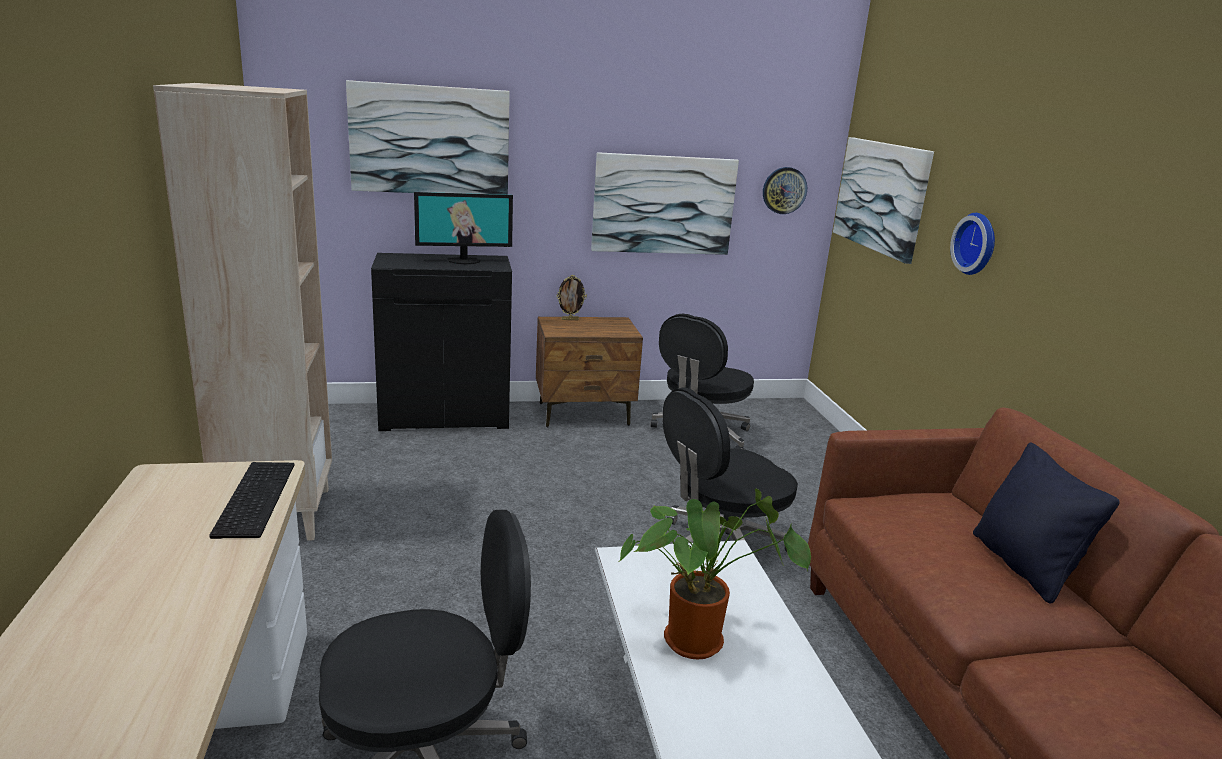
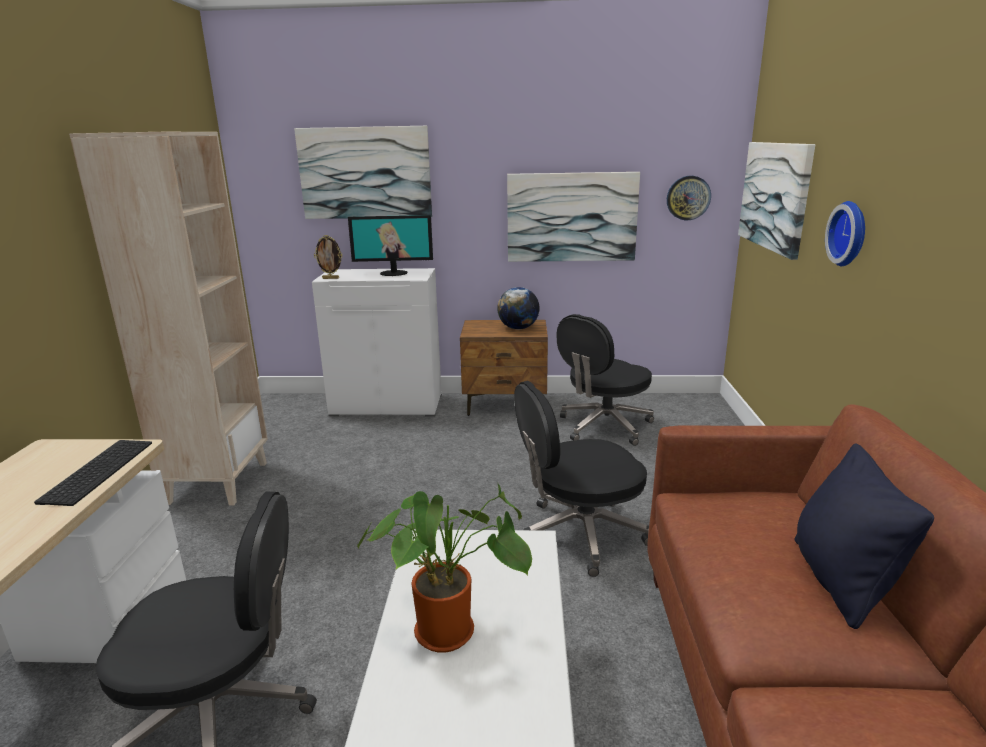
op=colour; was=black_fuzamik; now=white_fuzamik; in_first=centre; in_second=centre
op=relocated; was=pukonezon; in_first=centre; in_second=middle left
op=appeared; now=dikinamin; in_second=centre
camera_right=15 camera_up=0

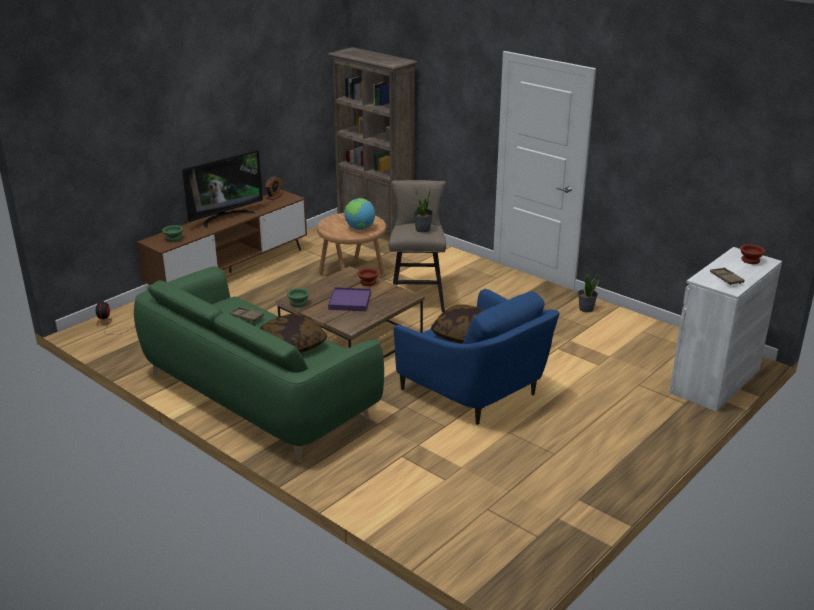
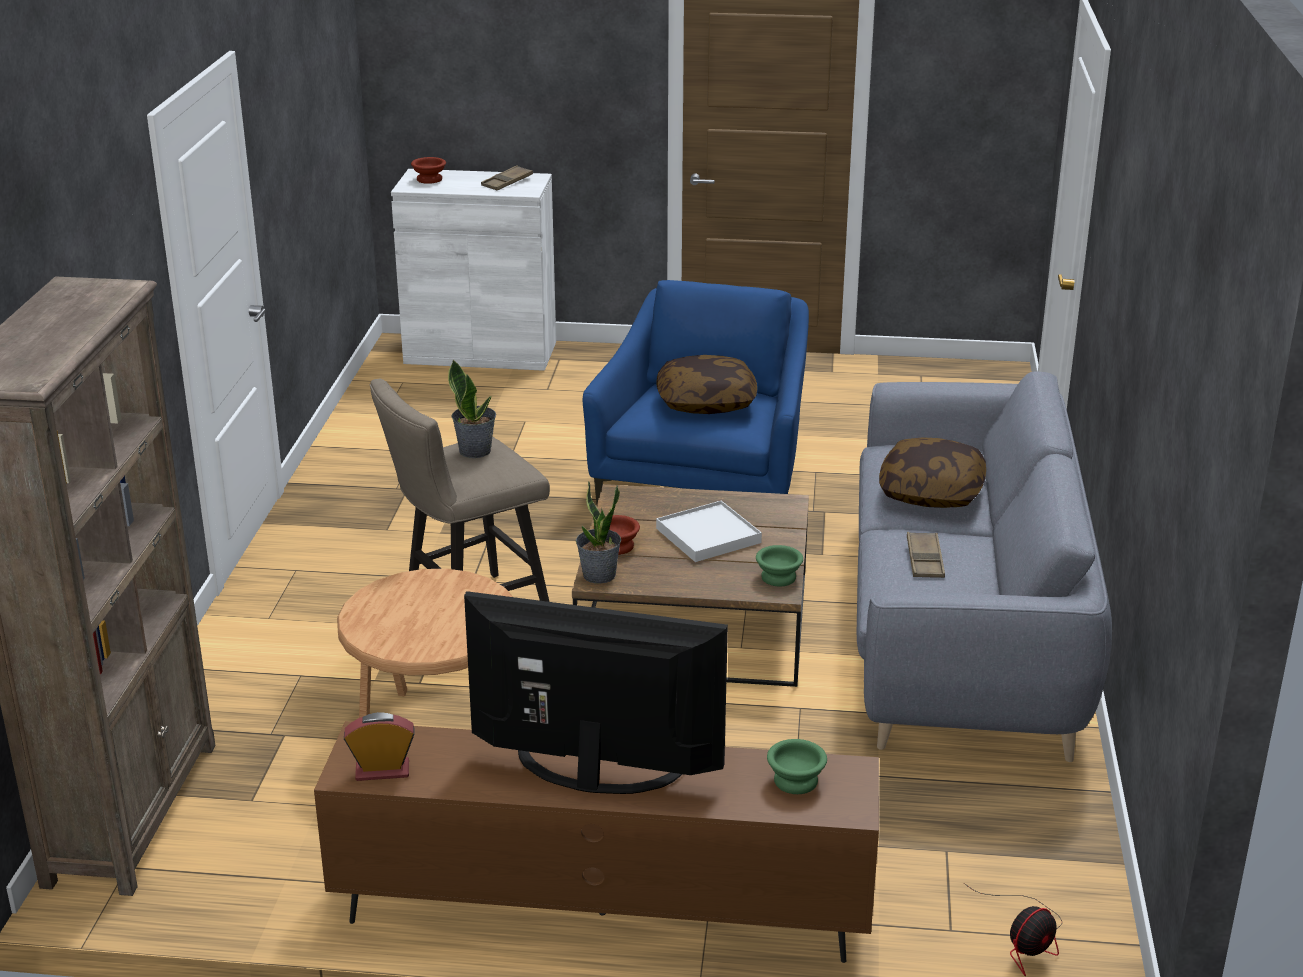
op=relocated; was=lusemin (no. 2 from left); in_first=middle right; in_second=centre
op=colour; was=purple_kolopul; now=white_kolopul; in_first=centre; in_second=centre
op=colour; was=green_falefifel; now=grey_falefifel; in_first=middle left; in_second=middle right
op=missing; was=dikinamin; in_first=centre
camera_right=-125 camera_up=0

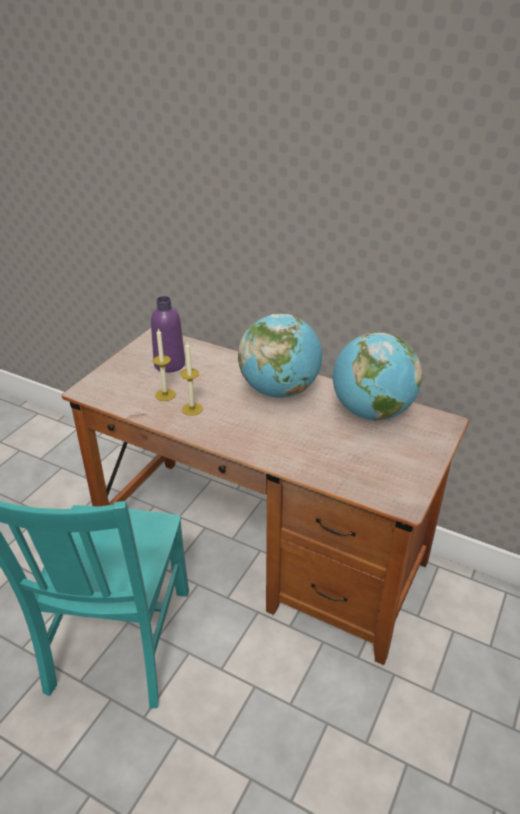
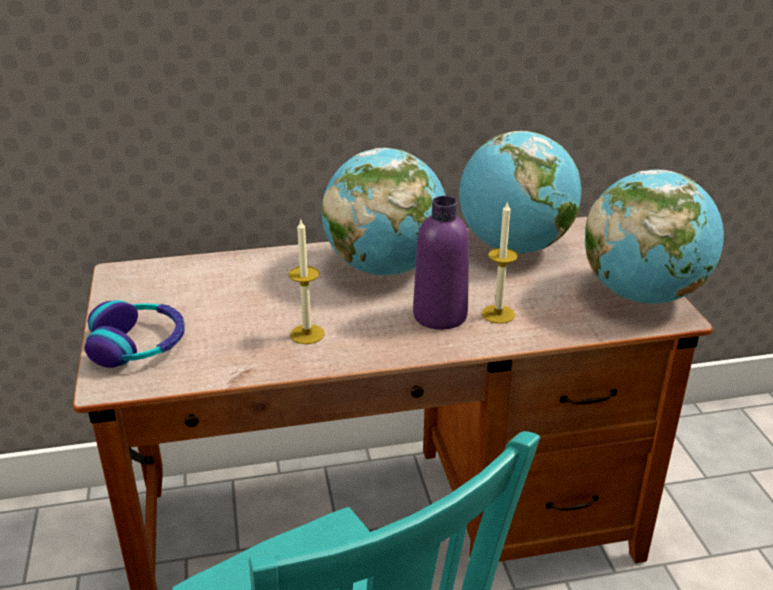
op=appeared; now=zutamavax; in_second=middle left
op=relocated; was=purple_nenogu; in_first=middle left; in_second=centre
op=relocated; was=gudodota (no. 1 from left in the first image); now=gudodota (no. 2 from left); in_first=middle left; in_second=centre
op=appeared; now=dikinamin (no. 3 from left); in_second=middle right
camera_right=-40 camera_up=-5

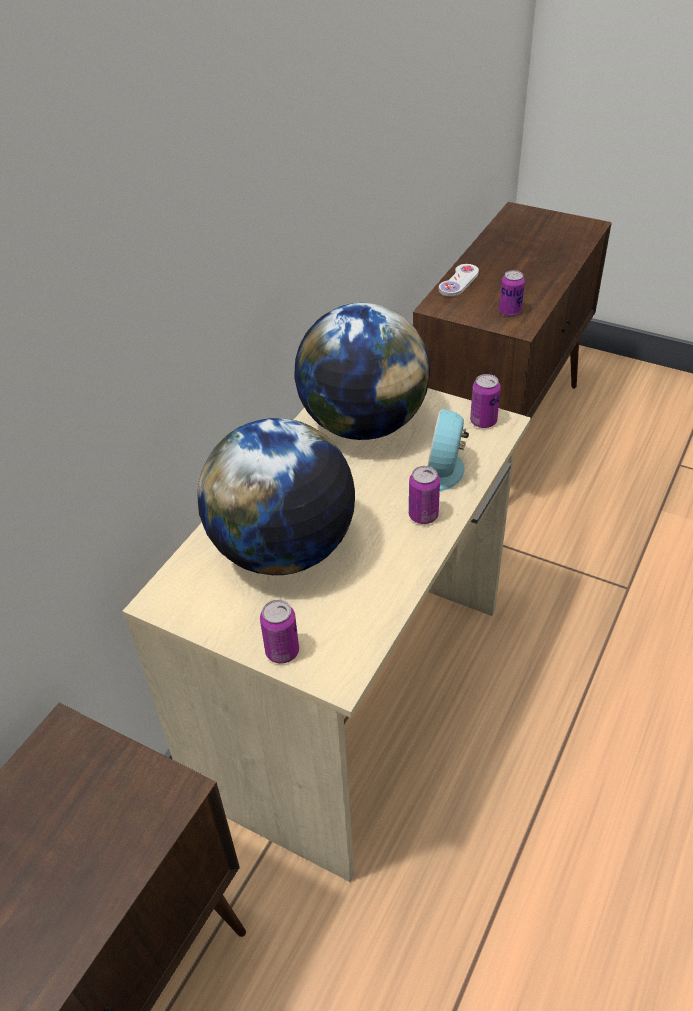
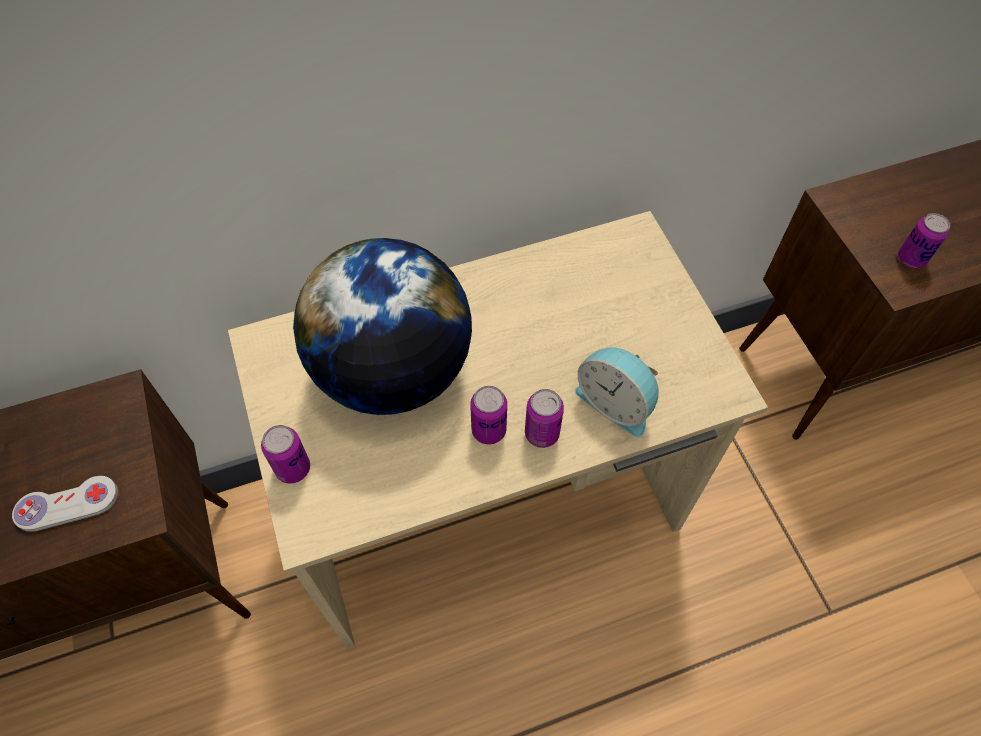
op=relocated; was=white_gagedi; in_first=top centre; in_second=bottom left
op=relocated; was=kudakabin (no. 3 from left in the first image); now=kudakabin (no. 2 from left); in_first=middle right; in_second=centre
op=spun; was=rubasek; in_first=centre; in_second=centre; clockwise=-105
op=missing; was=dikinamin (no. 2 from left); in_first=centre
camera_right=40 camera_up=15

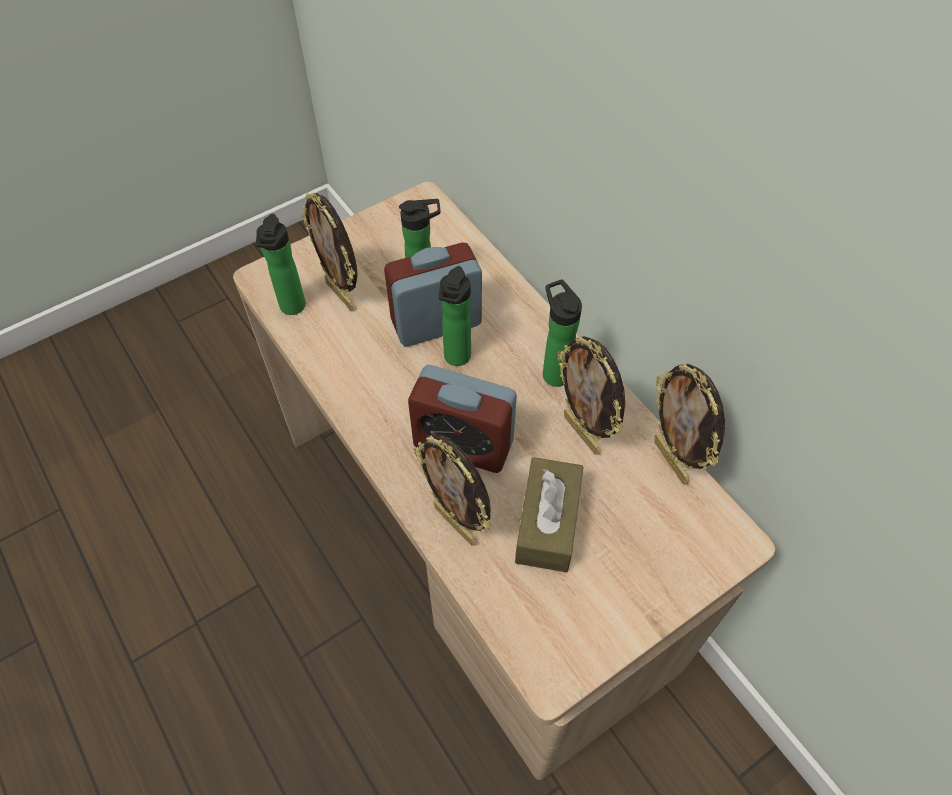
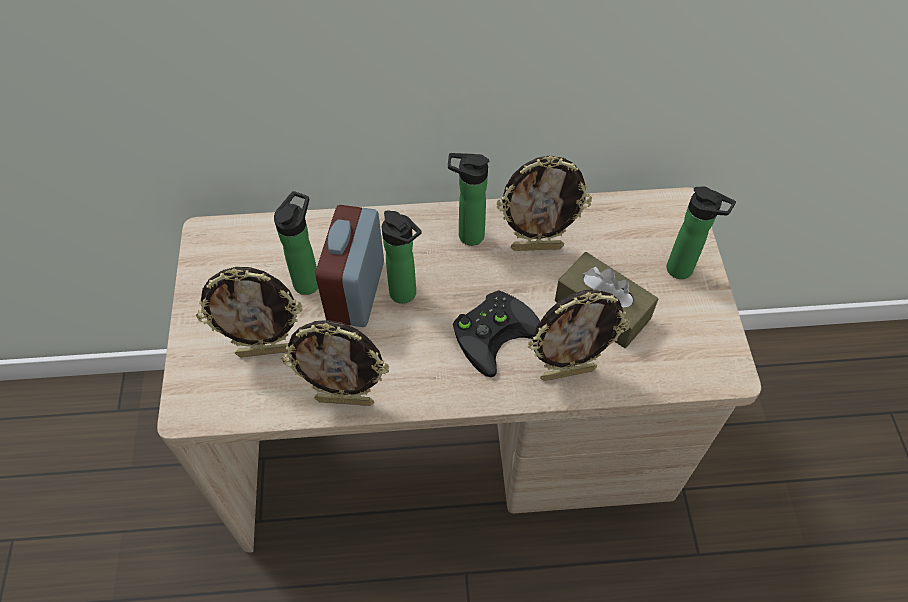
op=relocated; was=pukonezon (no. 4 from left in the first image); now=pukonezon (no. 2 from left); in_first=middle right; in_second=centre
op=exchanged; was=rubasek (no. 2 from left); now=black_gagedi; in_first=centre; in_second=centre
op=relocated; was=nenogu (no. 1 from left in the first image); now=nenogu (no. 4 from left); in_first=top left; in_second=middle right
camera_right=-60 camera_up=0

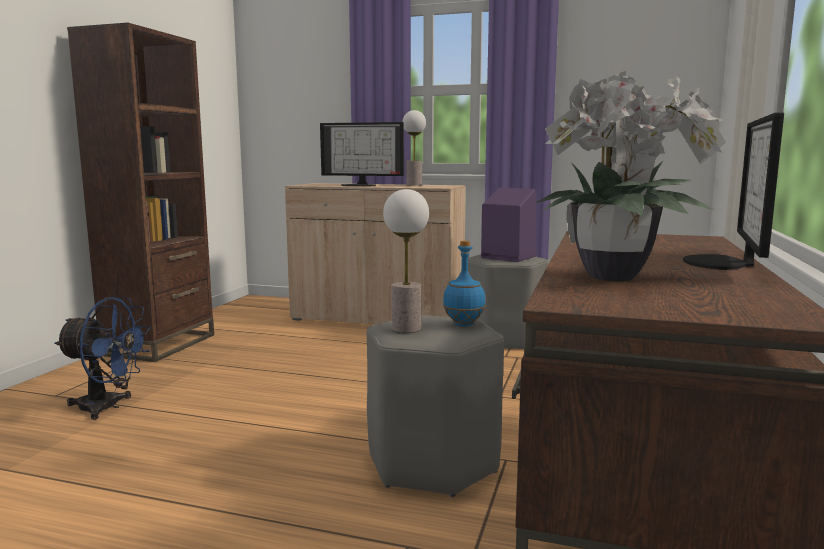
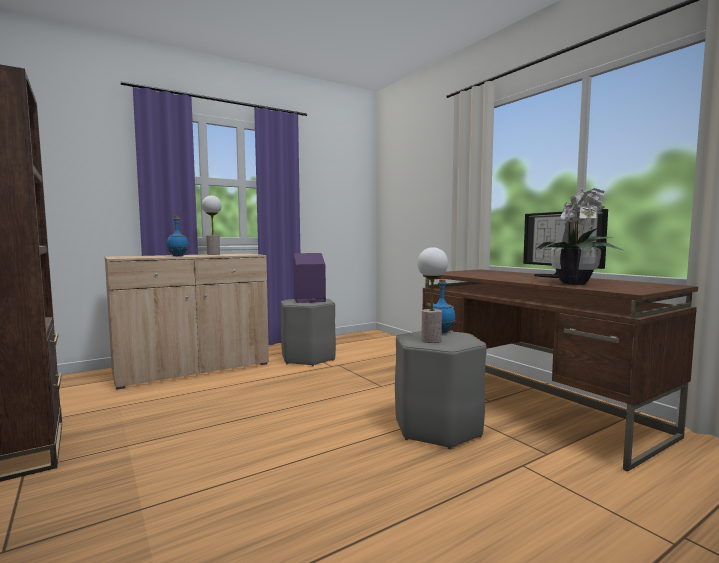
op=exchanged; was=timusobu (no. 1 from left); now=blue_nenogu (no. 1 from left); in_first=top centre; in_second=middle left
op=missing; was=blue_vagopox; in_first=middle left
camera_right=-50 camera_up=-5

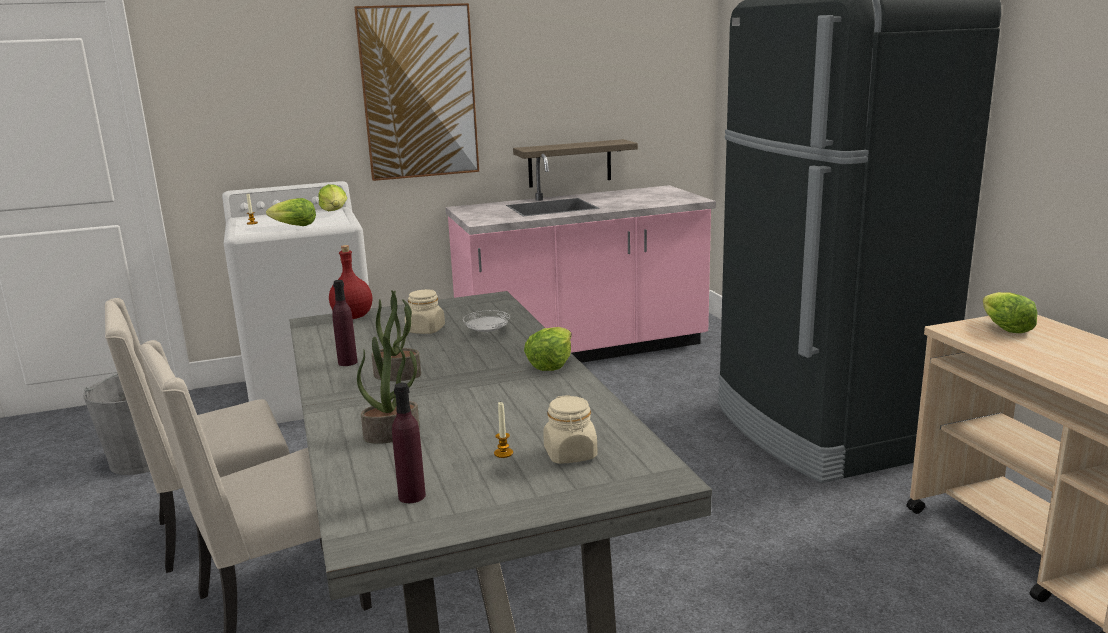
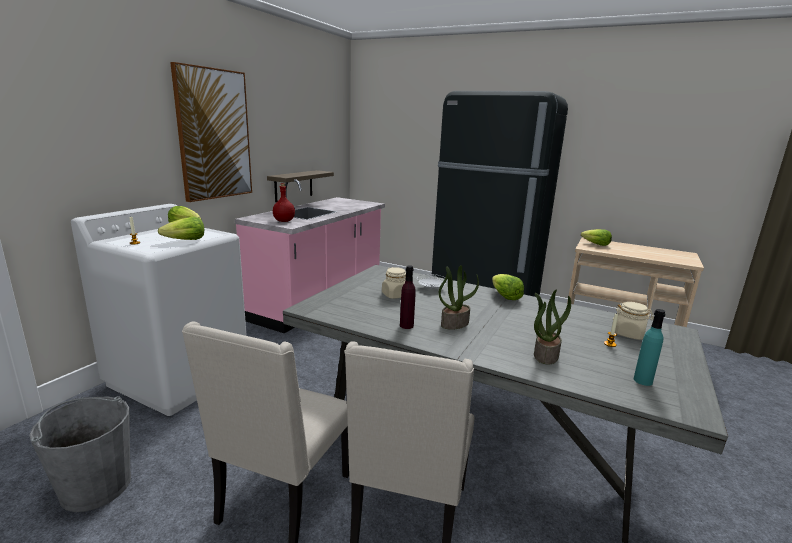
op=relocated; was=red_nenogu; in_first=middle left; in_second=centre
op=colour; was=purple_nenogu (no. 2 from left); now=turquoise_nenogu; in_first=bottom centre; in_second=middle right
camera_right=-45 camera_up=0

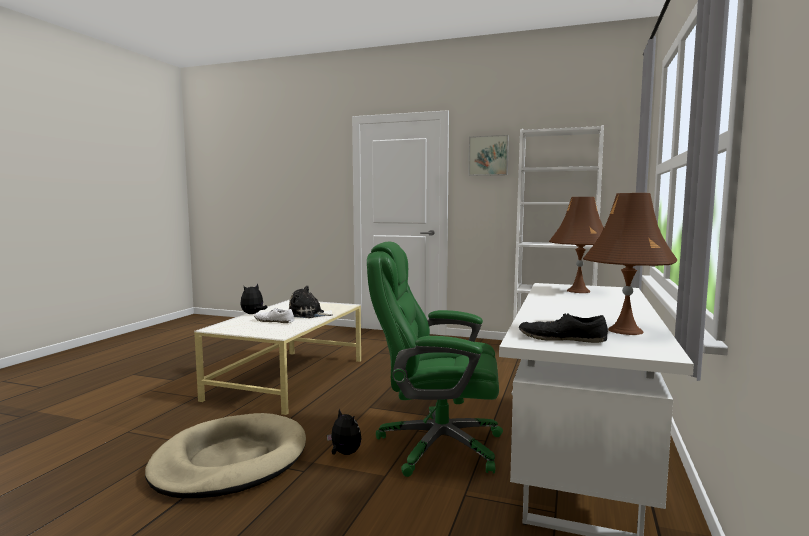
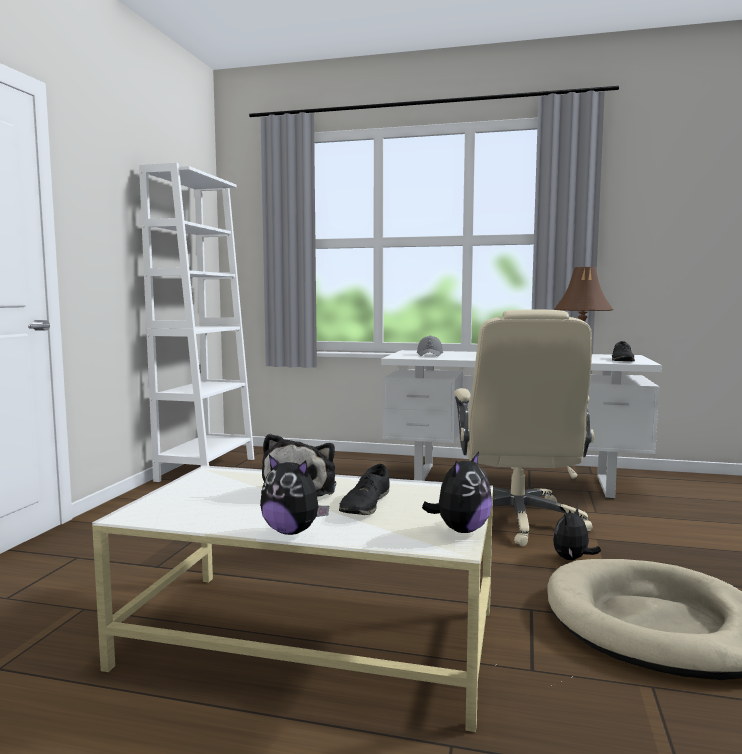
op=colour; was=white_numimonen; now=black_numimonen (no. 1 from left); in_first=centre; in_second=centre
op=exchanged; was=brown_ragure (no. 1 from left); now=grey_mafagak; in_first=middle right; in_second=centre
op=appeared; now=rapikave (no. 3 from left); in_second=centre
op=colour; was=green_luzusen; now=beige_luzusen; in_first=bottom centre; in_second=middle right
op=missing; was=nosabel; in_first=top centre
camera_right=-95 camera_up=0

